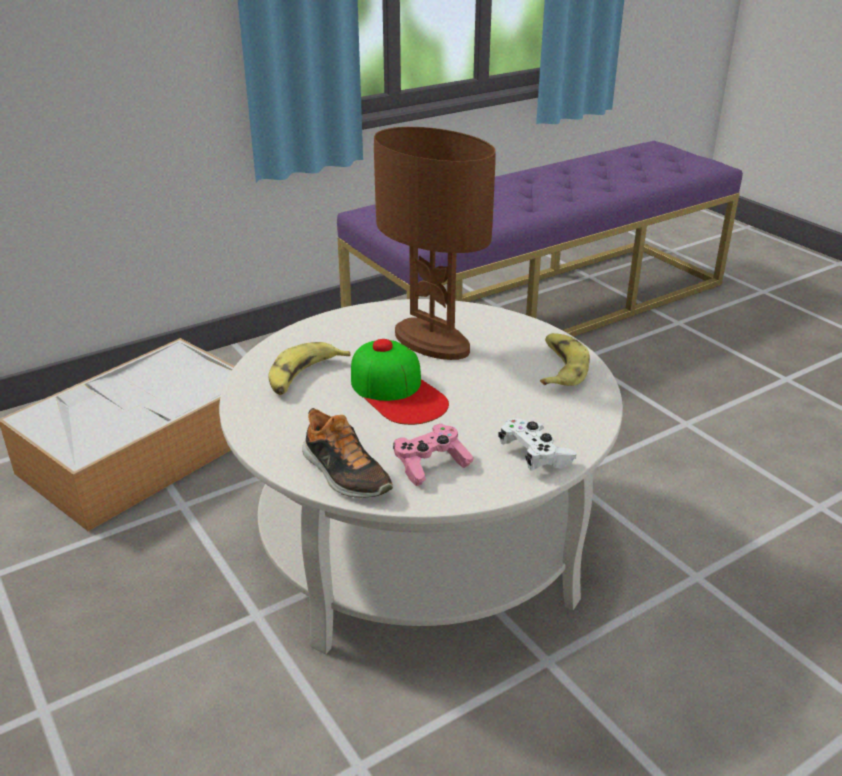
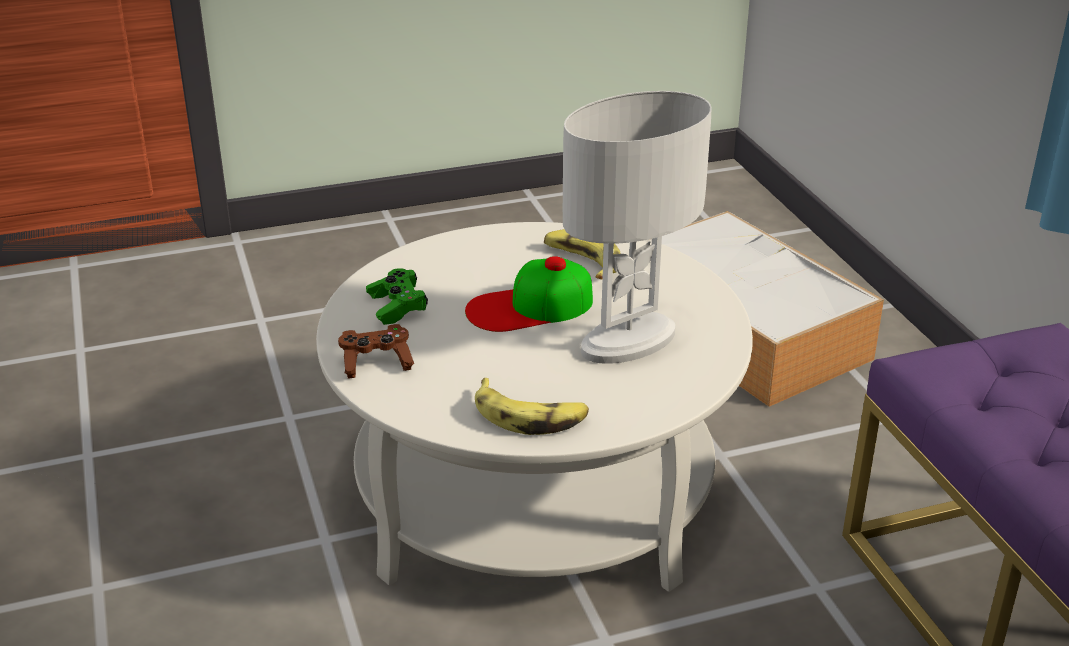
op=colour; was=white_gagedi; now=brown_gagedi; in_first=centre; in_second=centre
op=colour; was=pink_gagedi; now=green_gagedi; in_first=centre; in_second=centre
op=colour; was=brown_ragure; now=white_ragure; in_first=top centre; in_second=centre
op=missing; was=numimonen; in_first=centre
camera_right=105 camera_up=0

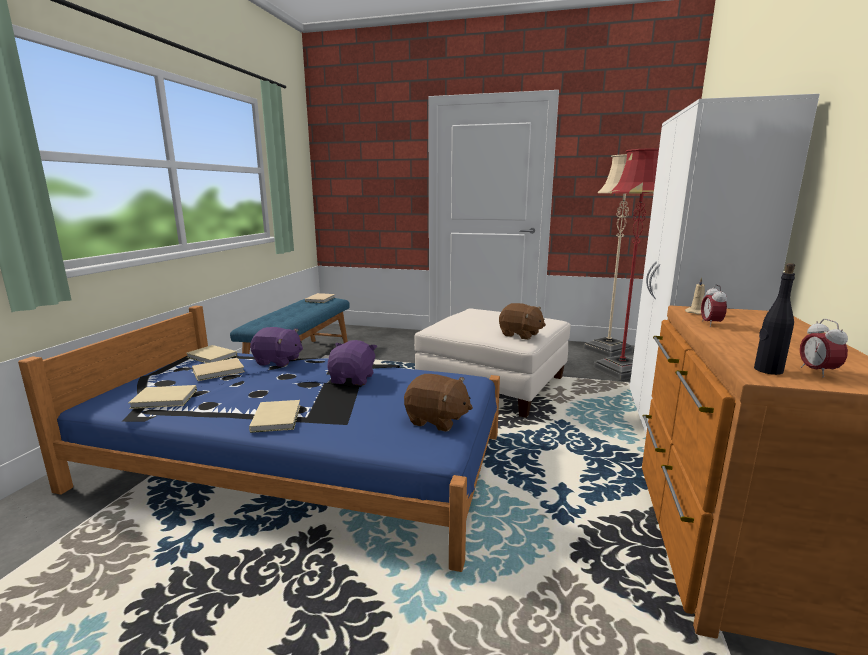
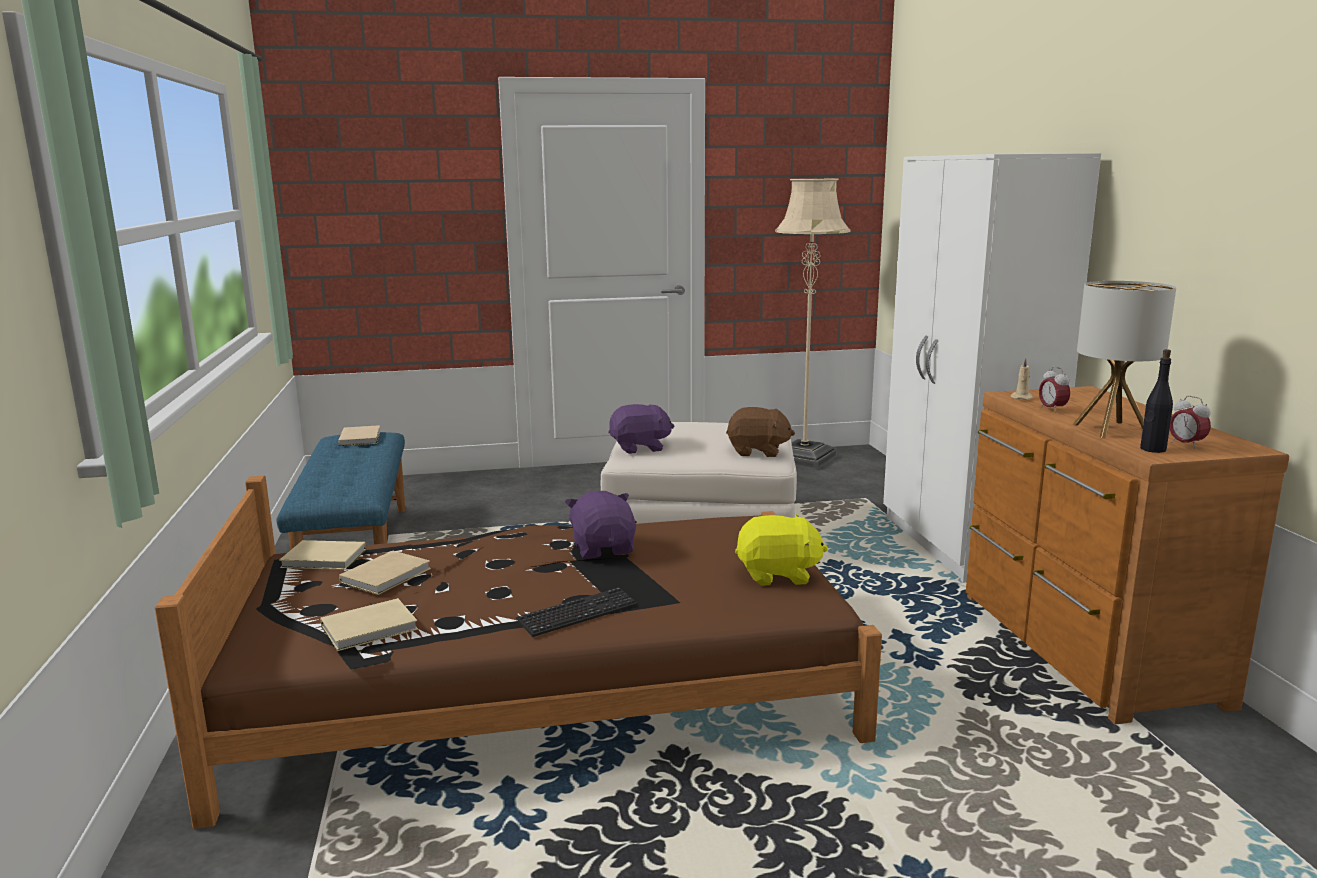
op=colour; was=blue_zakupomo; now=brown_zakupomo; in_first=bottom left; in_second=bottom centre
op=exchanged; was=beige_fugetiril (no. 4 from left); now=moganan; in_first=middle left; in_second=bottom centre
op=relocated; was=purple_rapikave (no. 1 from left in the first image); now=purple_rapikave (no. 2 from left); in_first=middle left; in_second=centre
op=colour; was=brown_rapikave (no. 1 from left); now=yellow_rapikave; in_first=centre; in_second=centre
op=appeared; now=ragure; in_second=middle right
op=missing; was=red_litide; in_first=middle right
camera_right=-25 camera_up=0

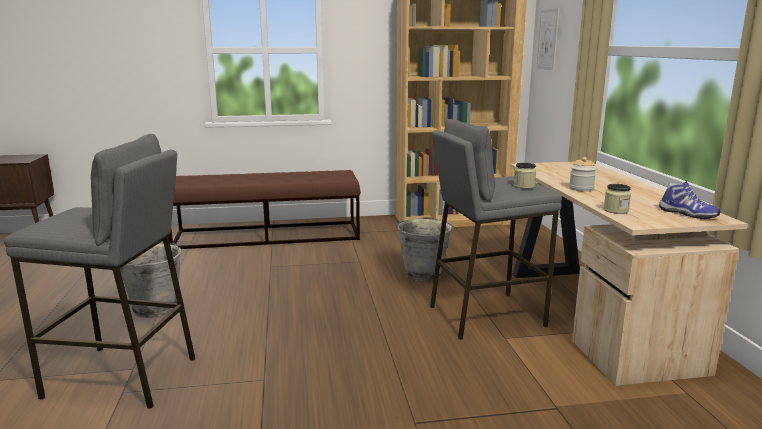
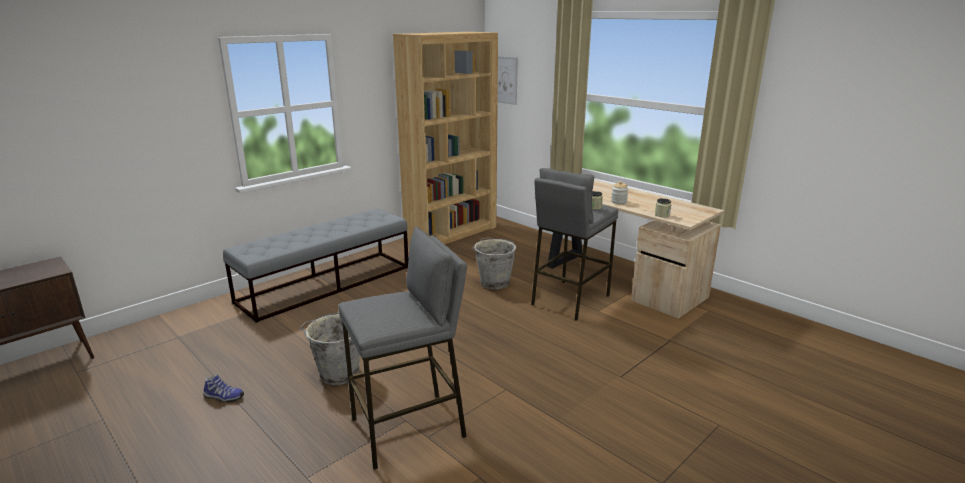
op=relocated; was=numimonen; in_first=middle right; in_second=bottom left
op=colour; was=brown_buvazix; now=grey_buvazix; in_first=centre; in_second=middle left
camera_right=-35 camera_up=5

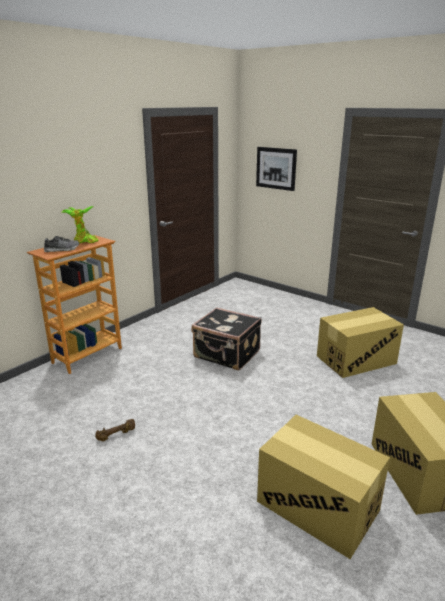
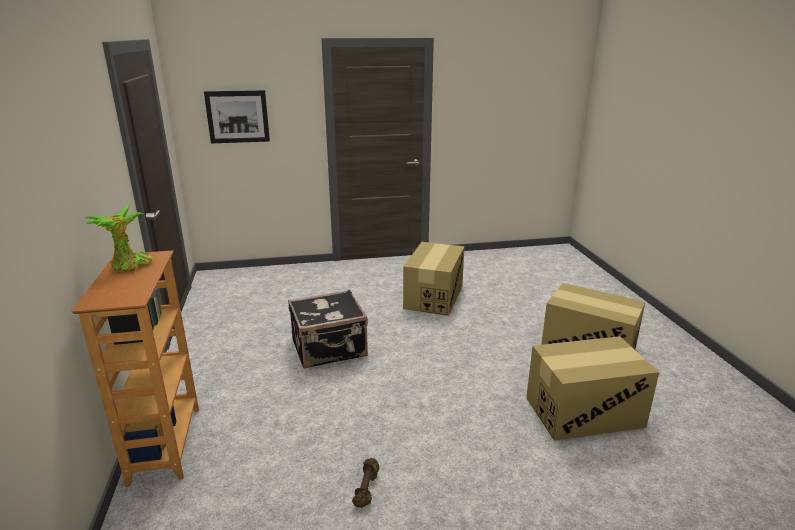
op=missing; was=numimonen; in_first=middle left
camera_right=-50 camera_up=0

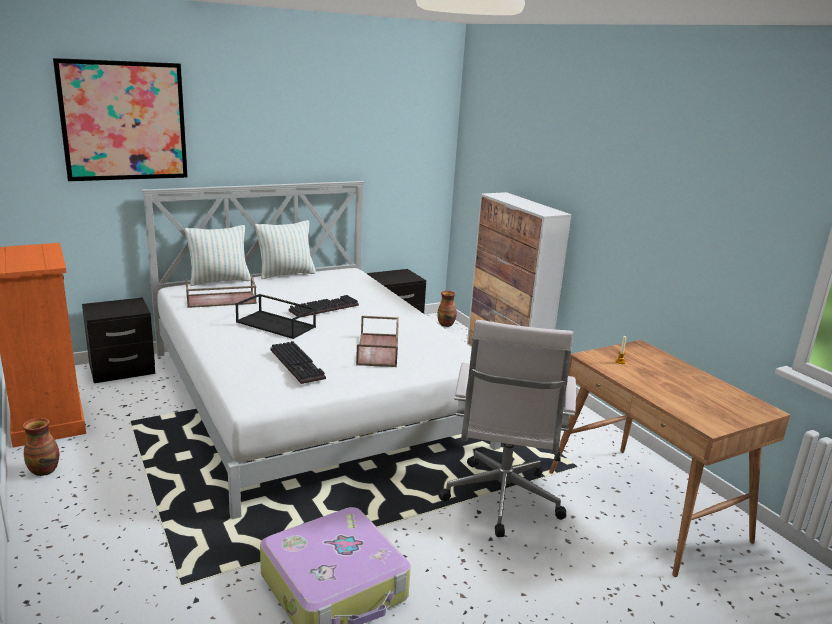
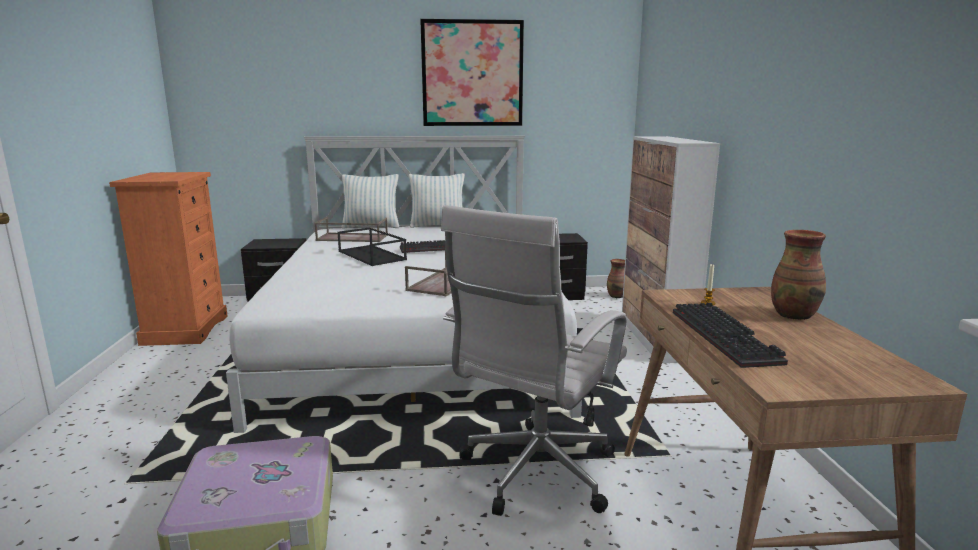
op=relocated; was=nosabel; in_first=top left; in_second=top centre
op=relocated; was=moganan (no. 1 from left in the first image); now=moganan (no. 2 from left); in_first=centre; in_second=middle right
op=relocated; was=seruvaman (no. 1 from left in the first image); now=seruvaman (no. 2 from left); in_first=bottom left; in_second=middle right
camera_right=25 camera_up=-5

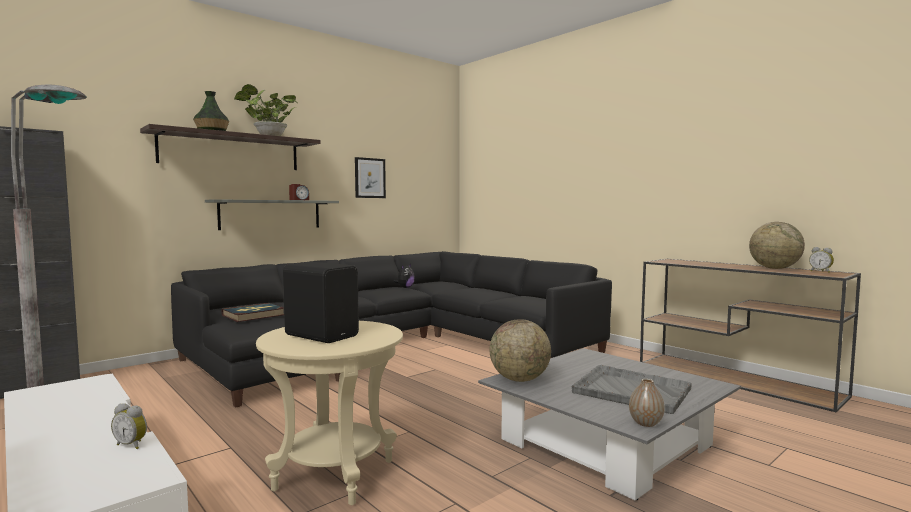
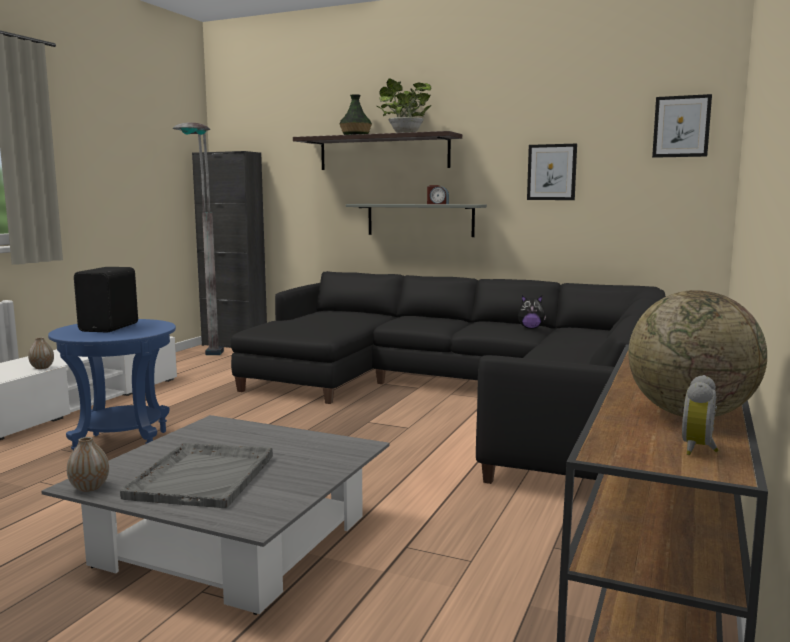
op=exchanged; was=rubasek (no. 1 from left); now=seruvaman (no. 1 from left); in_first=bottom left; in_second=middle left
op=colour; was=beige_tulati; now=blue_tulati; in_first=bottom centre; in_second=middle left
op=appeared; now=nosabel (no. 2 from left); in_second=top right
op=missing; was=fugetiril; in_first=middle left
op=missing; was=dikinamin (no. 1 from left); in_first=bottom centre
camera_right=65 camera_up=5

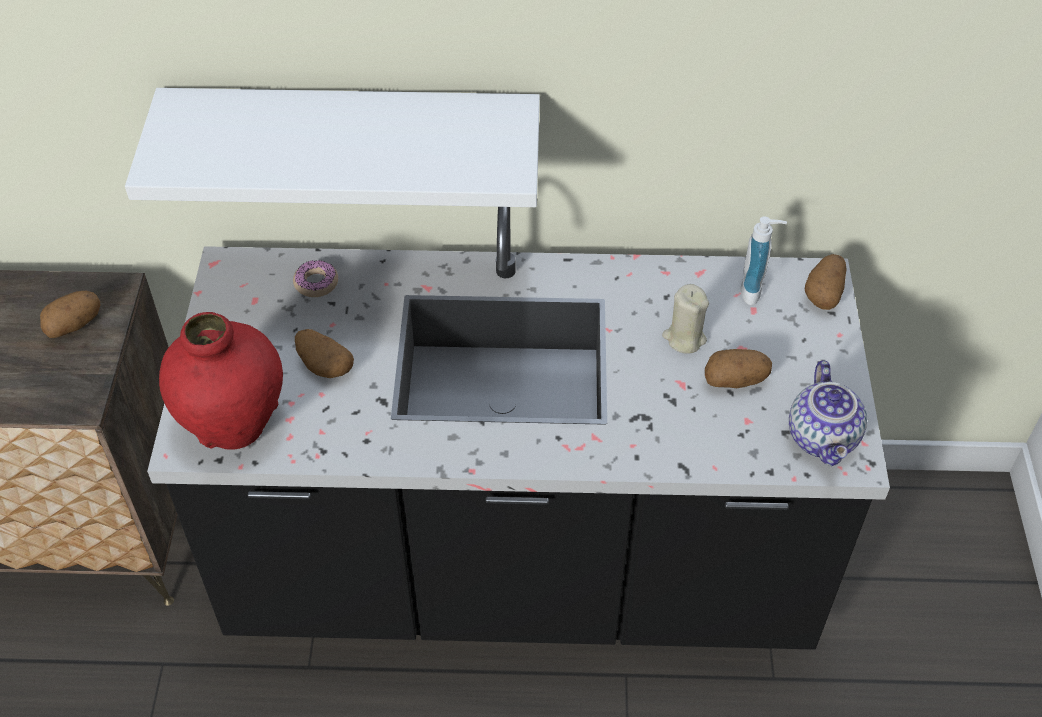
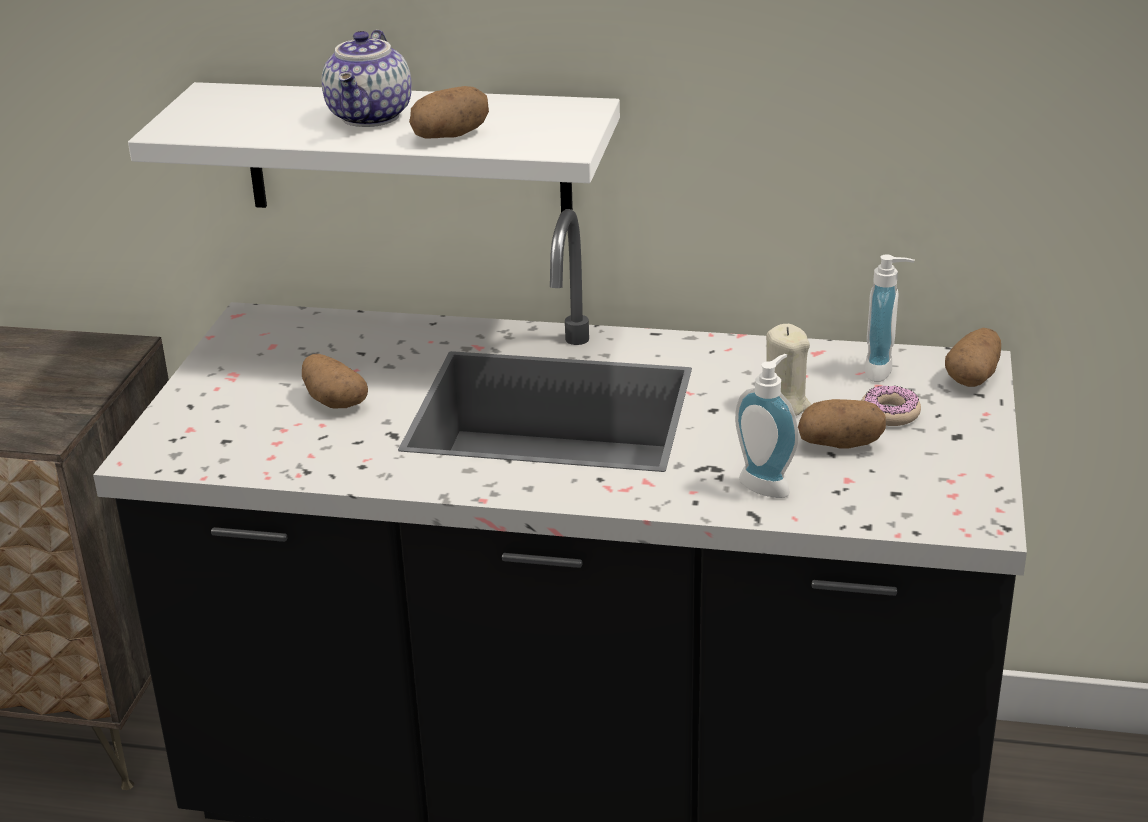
op=relocated; was=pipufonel; in_first=middle right; in_second=top left
op=relocated; was=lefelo (no. 1 from left in the first image); now=lefelo (no. 2 from left); in_first=middle left; in_second=top centre
op=appeared; now=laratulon (no. 1 from left); in_second=middle right
op=relocated; was=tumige; in_first=middle left; in_second=middle right
op=missing; was=red_seruvaman; in_first=middle left
camera_right=10 camera_up=-20

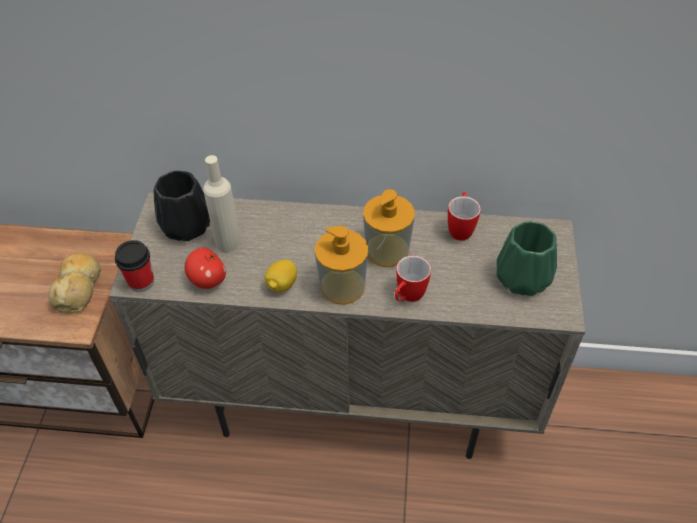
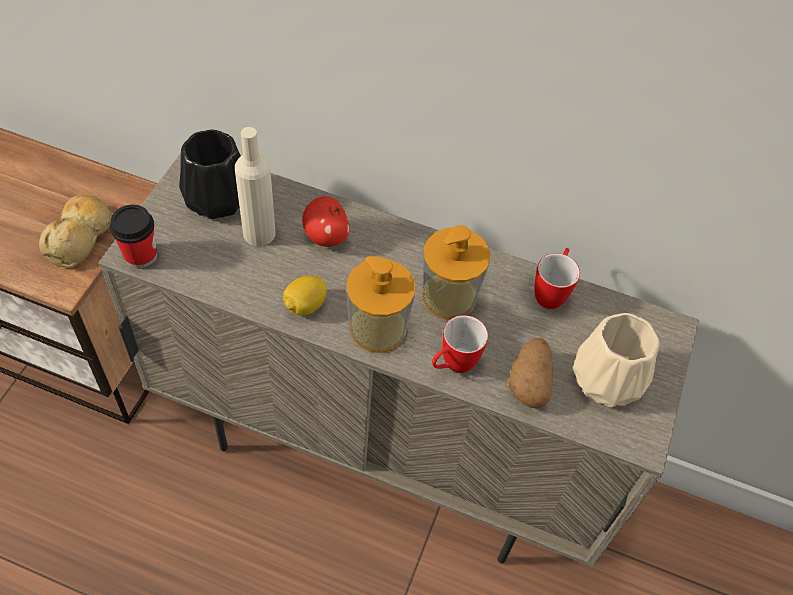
op=relocated; was=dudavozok; in_first=middle left; in_second=centre
op=appeared; now=lefelo; in_second=middle right
op=colour; was=green_seruvaman; now=beige_seruvaman; in_first=middle right; in_second=middle right
camera_right=10 camera_up=5

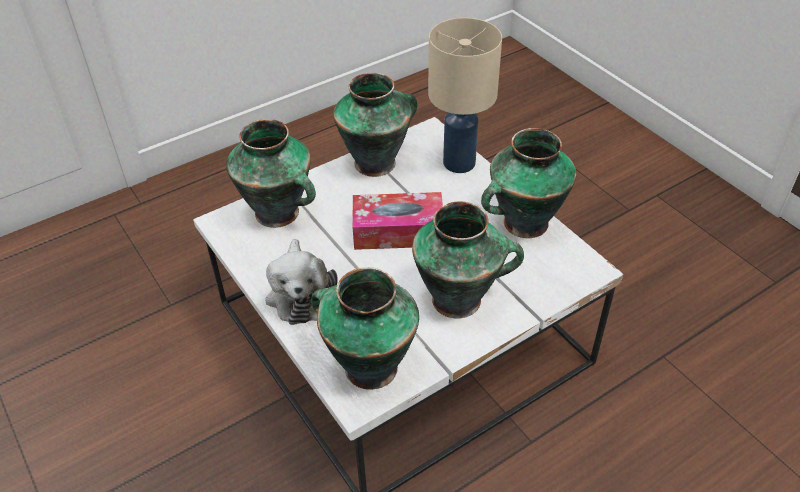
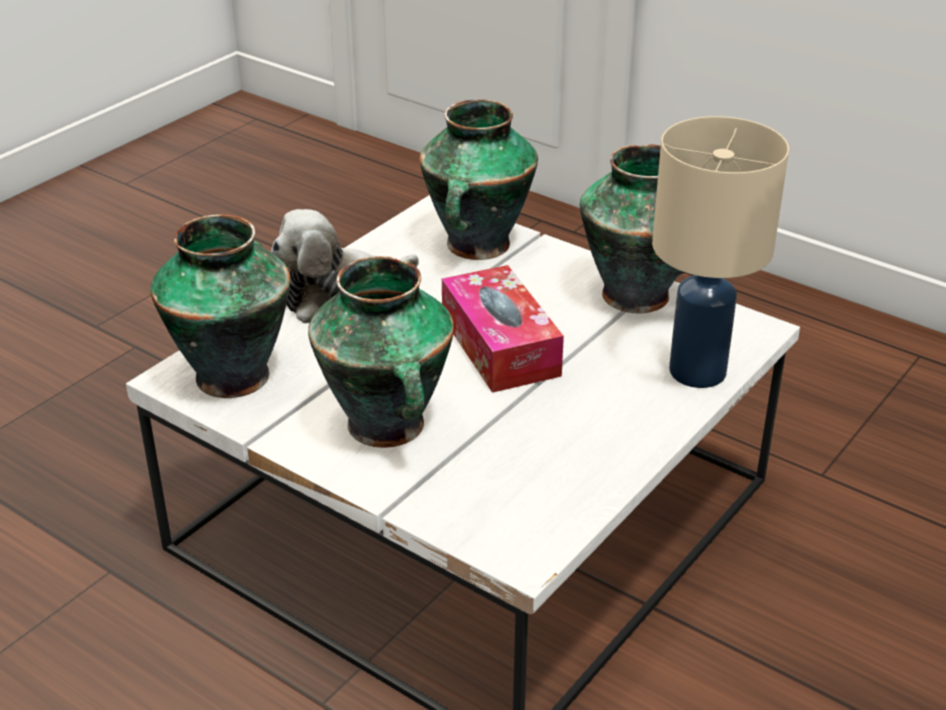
op=missing; was=seruvaman (no. 5 from left); in_first=centre
camera_right=70 camera_up=-10

